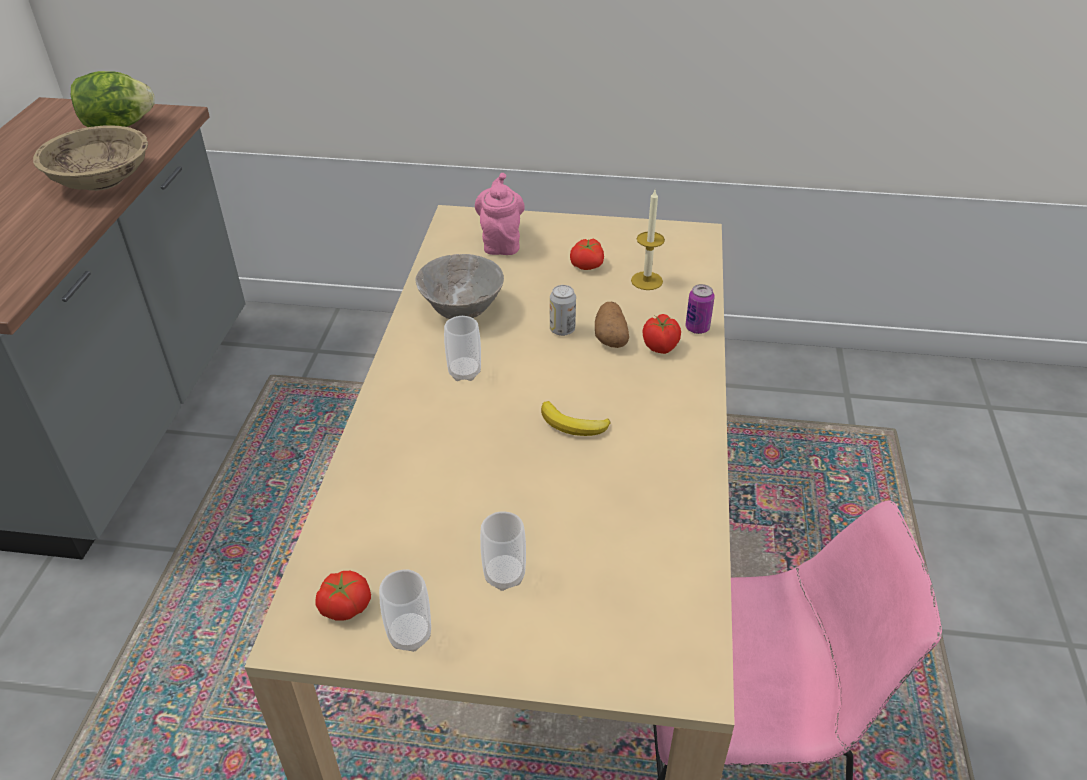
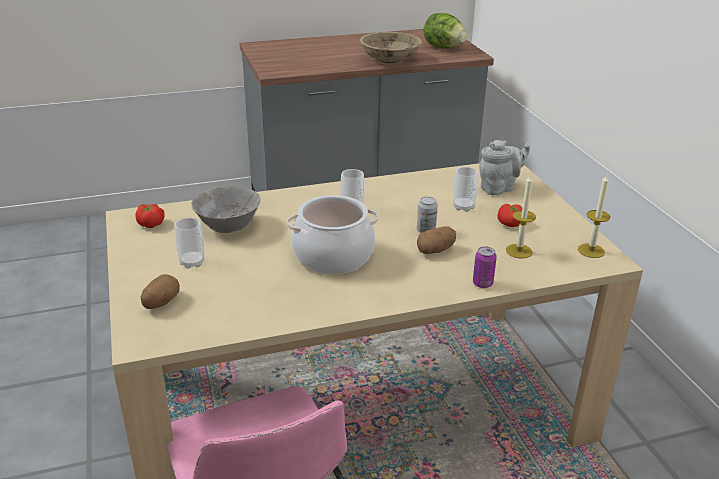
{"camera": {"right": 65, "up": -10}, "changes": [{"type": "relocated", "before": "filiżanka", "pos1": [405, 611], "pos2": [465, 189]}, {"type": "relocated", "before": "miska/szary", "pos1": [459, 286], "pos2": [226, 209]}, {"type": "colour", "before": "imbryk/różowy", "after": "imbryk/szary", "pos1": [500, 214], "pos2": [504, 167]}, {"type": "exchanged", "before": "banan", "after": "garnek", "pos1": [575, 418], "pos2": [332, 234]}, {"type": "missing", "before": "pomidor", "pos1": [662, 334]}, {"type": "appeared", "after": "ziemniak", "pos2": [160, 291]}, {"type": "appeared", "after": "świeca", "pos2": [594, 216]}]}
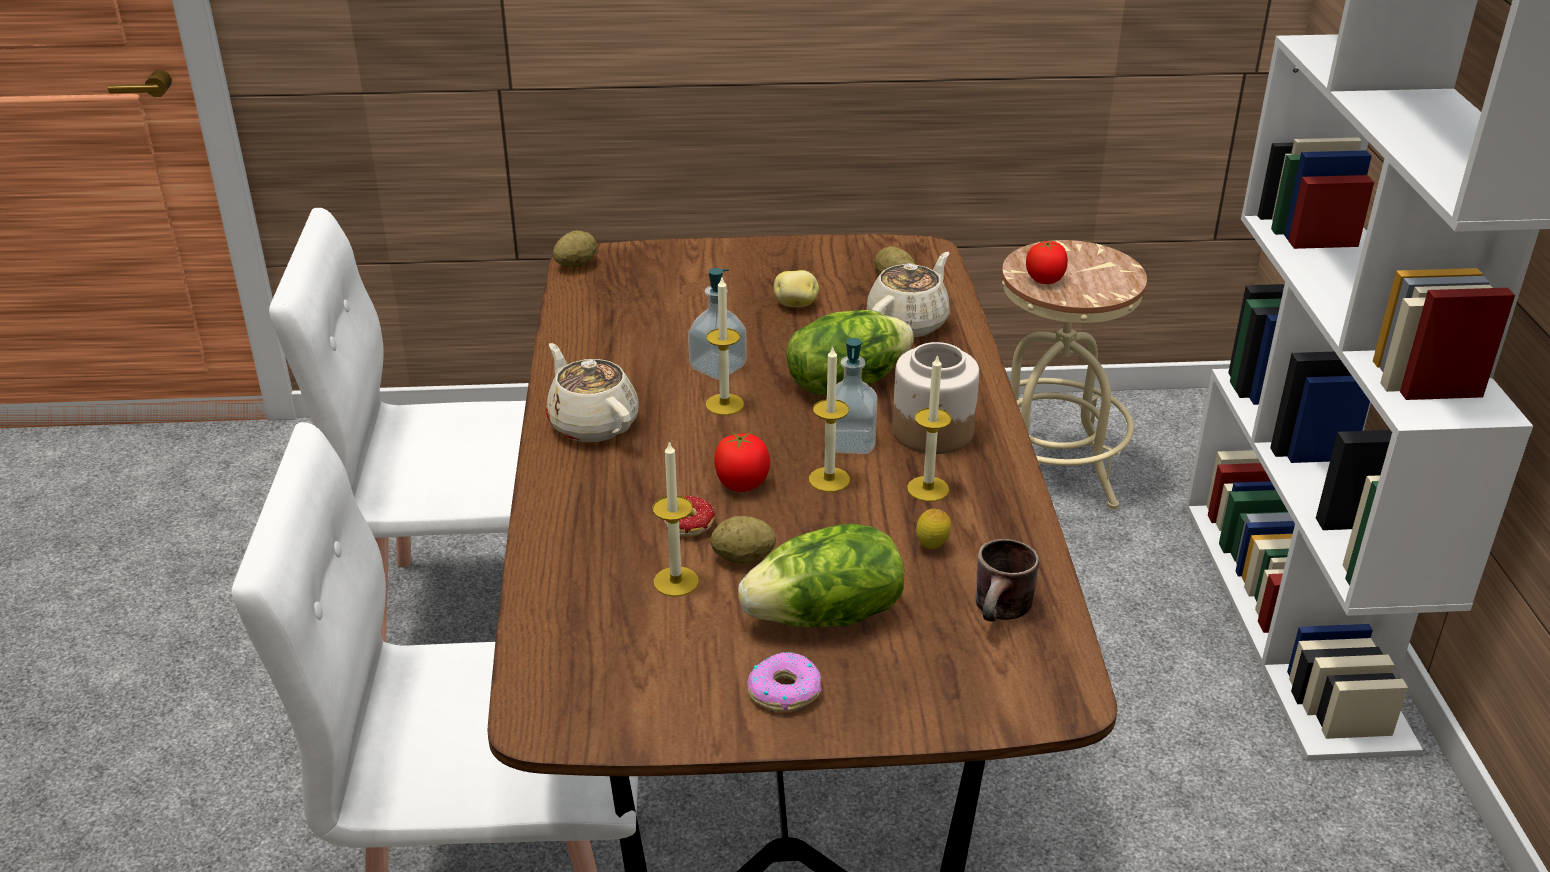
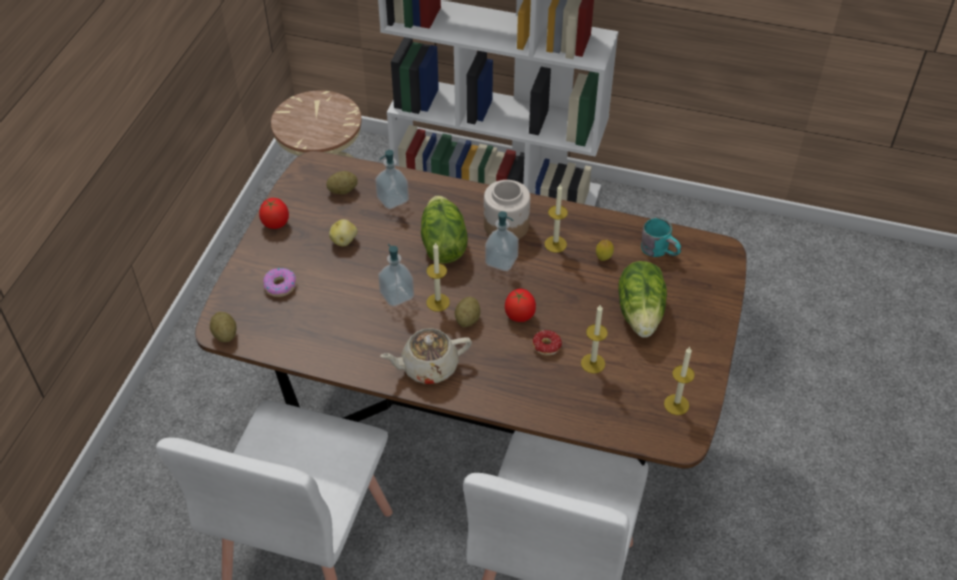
{"camera": {"right": -70, "up": 15}, "changes": [{"type": "relocated", "before": "ziemniak", "pos1": [743, 540], "pos2": [467, 312]}, {"type": "relocated", "before": "donut", "pos1": [784, 682], "pos2": [279, 282]}, {"type": "relocated", "before": "świeca", "pos1": [829, 418], "pos2": [679, 380]}, {"type": "exchanged", "before": "imbryk/beżowy", "after": "dozownik mydła", "pos1": [908, 295], "pos2": [392, 179]}, {"type": "colour", "before": "kubek/brązowy", "after": "kubek/turkusowy", "pos1": [1007, 580], "pos2": [661, 237]}, {"type": "relocated", "before": "pomidor", "pos1": [1047, 262], "pos2": [274, 213]}]}
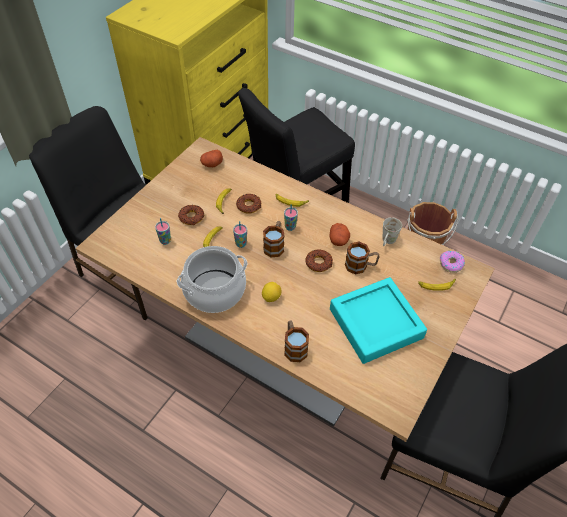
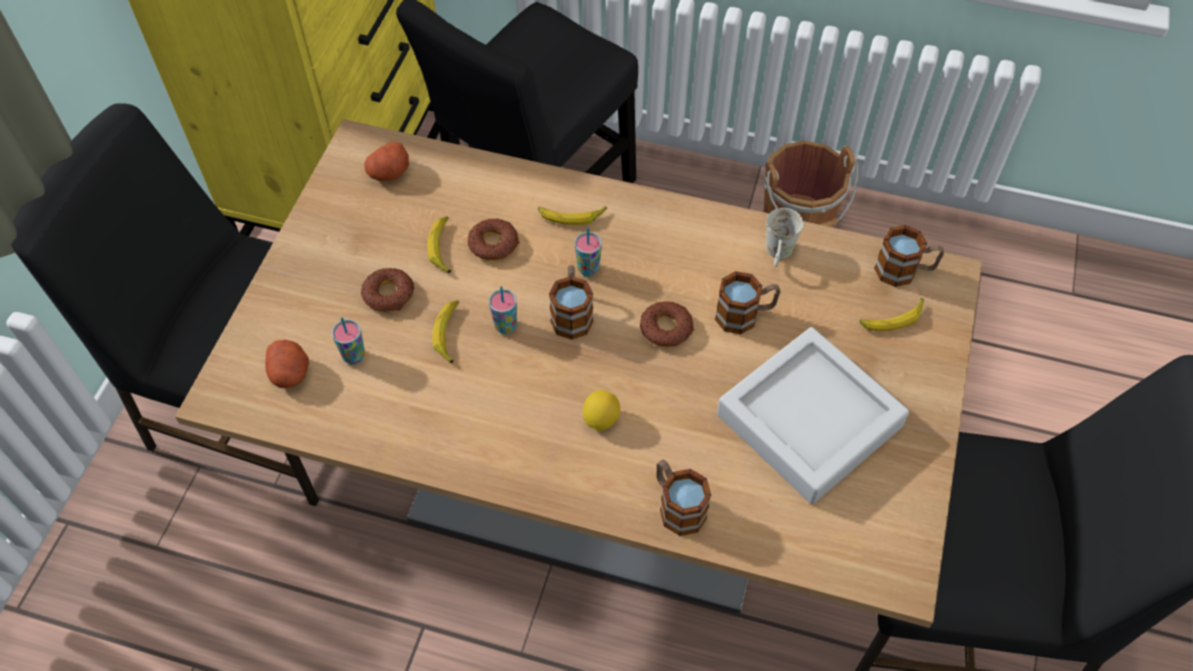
{"camera": {"right": -15, "up": 5}, "changes": [{"type": "missing", "before": "garnek", "pos1": [211, 279]}, {"type": "relocated", "before": "ziemniak", "pos1": [340, 234], "pos2": [287, 364]}, {"type": "colour", "before": "taca/turkusowy", "after": "taca/szary", "pos1": [378, 320], "pos2": [813, 415]}, {"type": "exchanged", "before": "donut", "after": "kubek", "pos1": [452, 262], "pos2": [909, 256]}]}
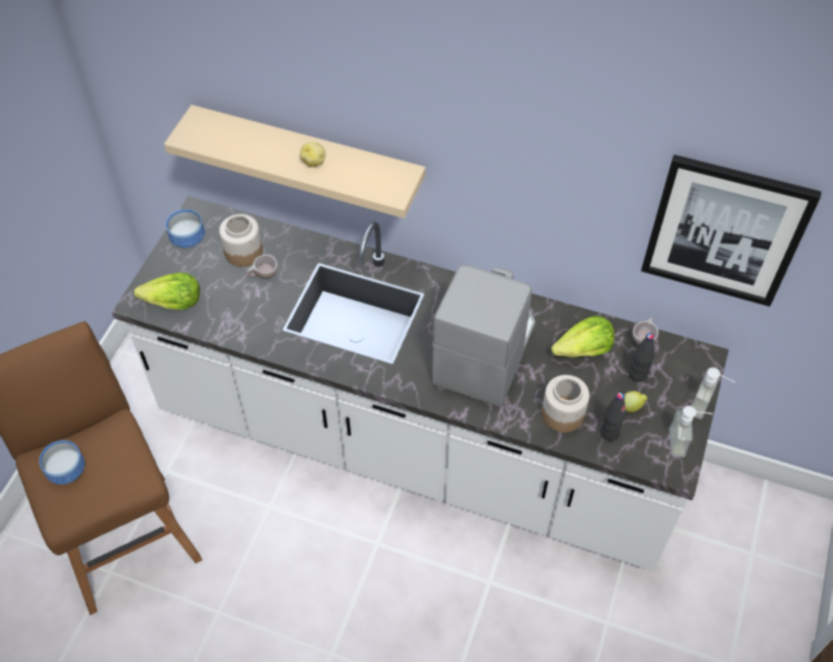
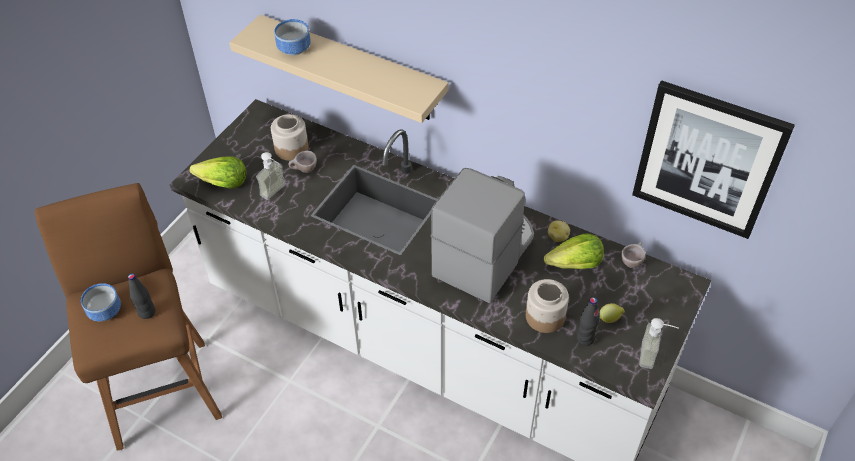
{"camera": {"right": 10, "up": -5}, "changes": [{"type": "relocated", "before": "miska", "pos1": [185, 228], "pos2": [292, 37]}, {"type": "relocated", "before": "ziemniak", "pos1": [313, 154], "pos2": [559, 231]}, {"type": "relocated", "before": "butelka/czarny", "pos1": [642, 357], "pos2": [141, 296]}, {"type": "relocated", "before": "dozownik mydła", "pos1": [713, 393], "pos2": [271, 176]}]}
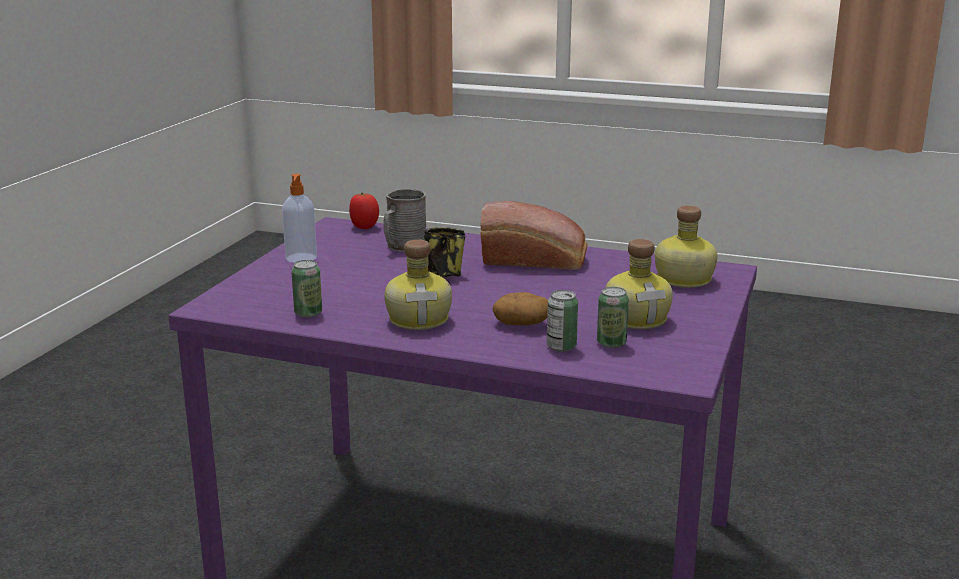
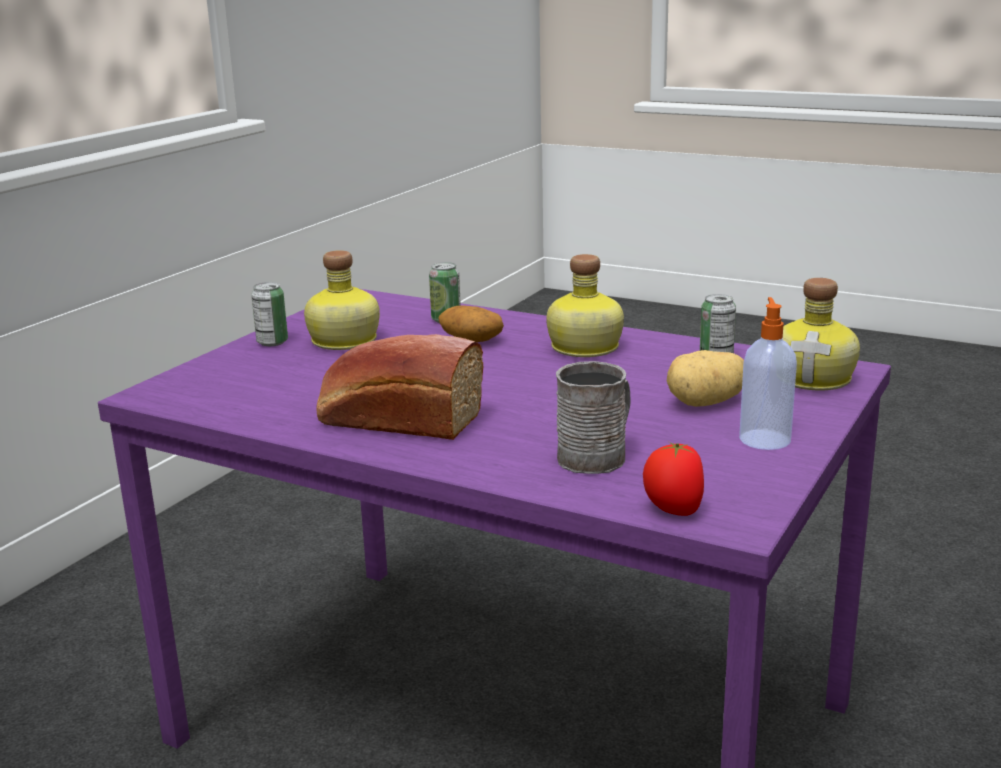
{"camera": {"right": -170, "up": 0}, "changes": [{"type": "missing", "before": "kubek", "pos1": [444, 252]}, {"type": "relocated", "before": "puszka", "pos1": [613, 317], "pos2": [269, 314]}, {"type": "relocated", "before": "butelka", "pos1": [686, 247], "pos2": [821, 334]}, {"type": "appeared", "after": "ziemniak", "pos2": [705, 378]}]}
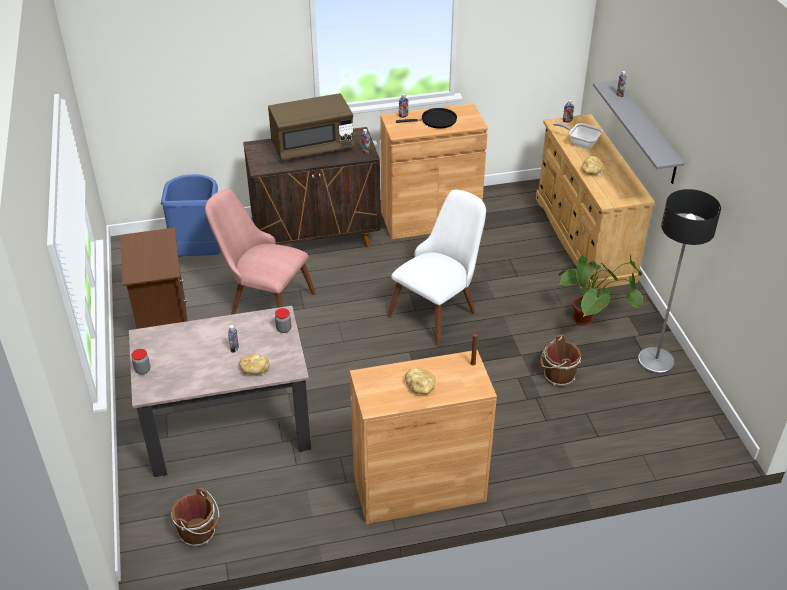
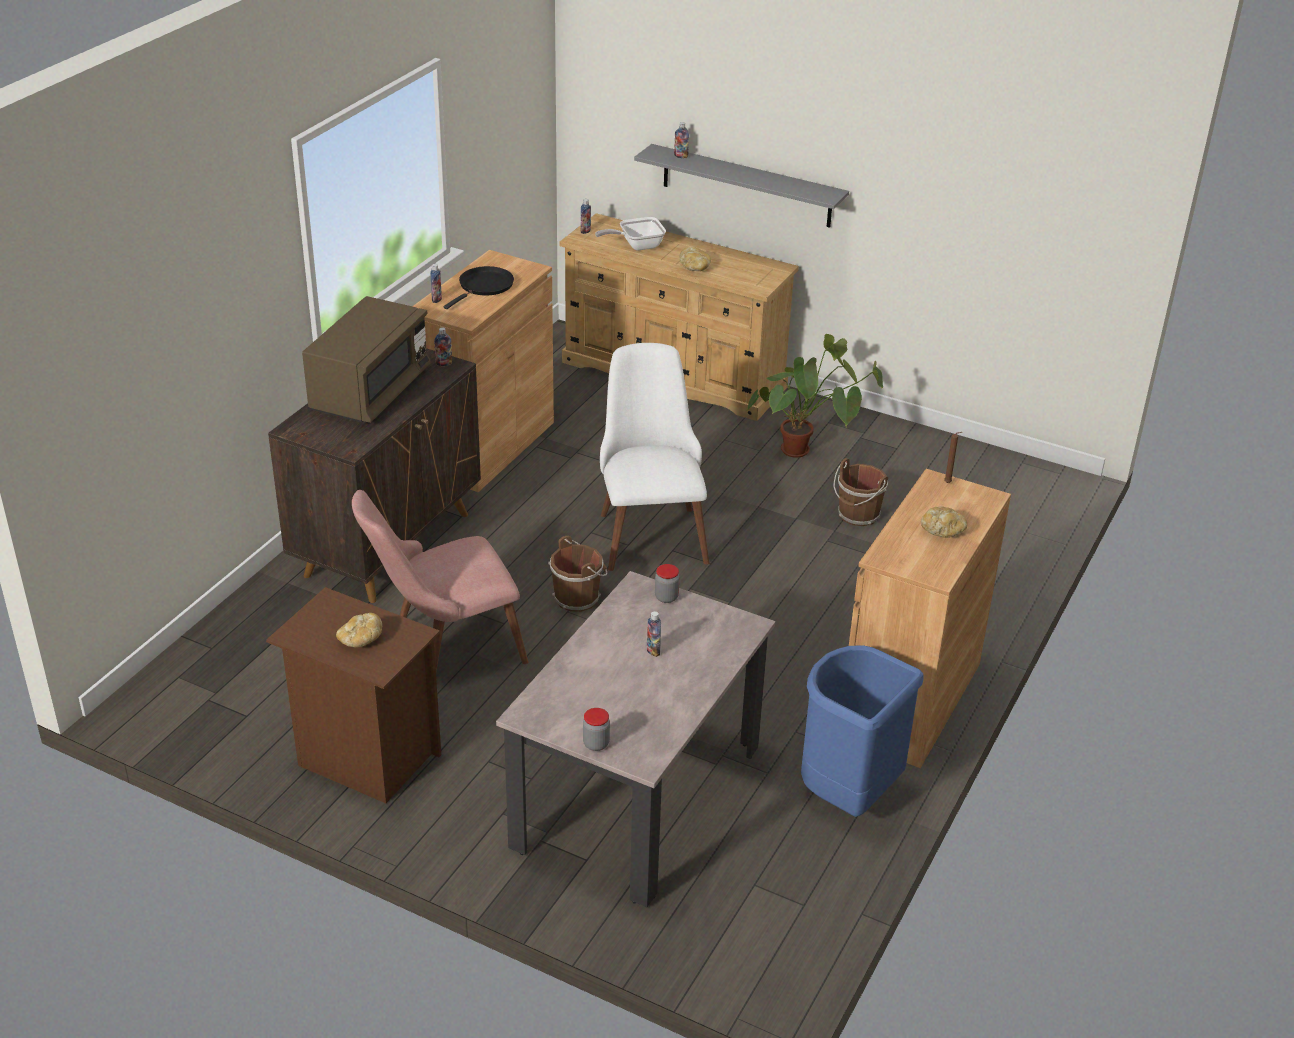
{"camera": {"right": -50, "up": -5}, "changes": [{"type": "relocated", "before": "kosz na śmieci/niebieski", "pos1": [191, 215], "pos2": [862, 731]}, {"type": "relocated", "before": "wiadro/brązowy", "pos1": [195, 517], "pos2": [578, 574]}, {"type": "relocated", "before": "chleb", "pos1": [254, 364], "pos2": [359, 630]}, {"type": "missing", "before": "lampa stojąca", "pos1": [679, 281]}]}
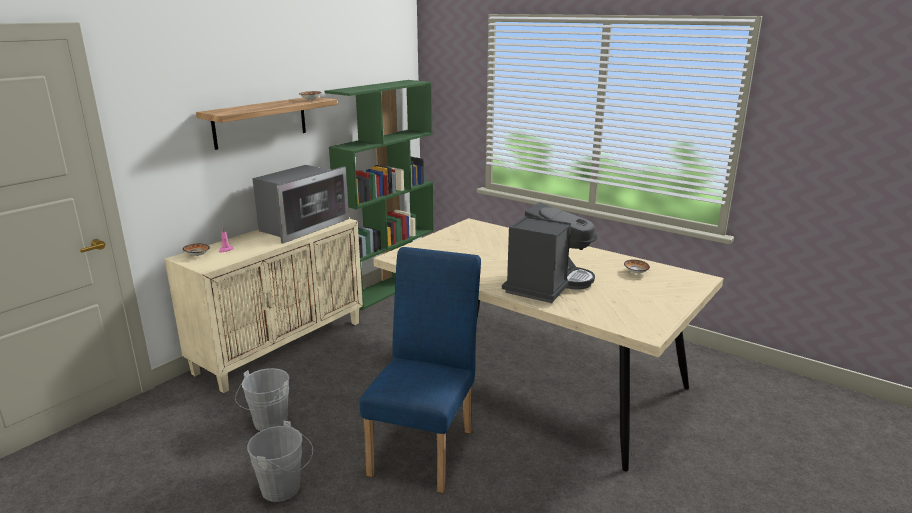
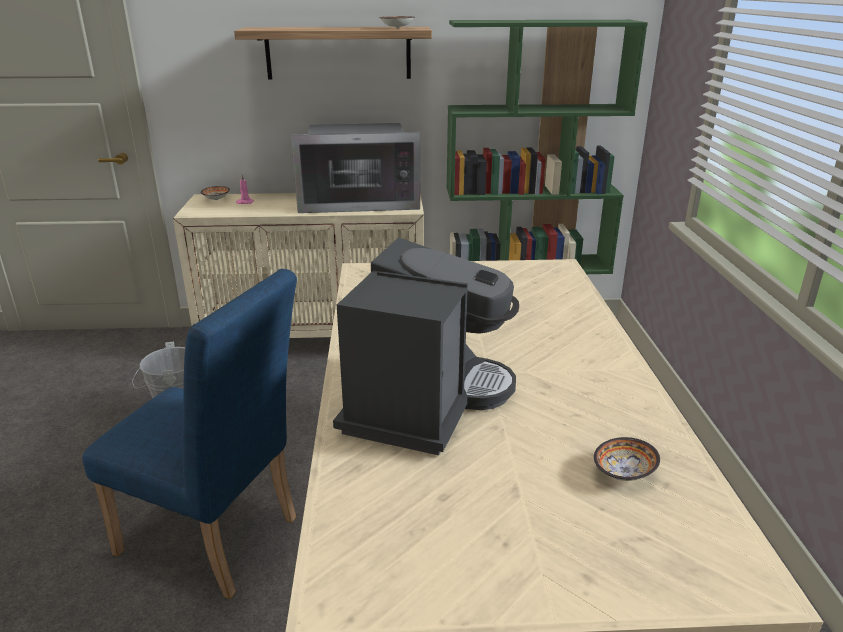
{"camera": {"right": 50, "up": 5}, "changes": [{"type": "missing", "before": "wiadro/szary", "pos1": [280, 461]}, {"type": "spun", "before": "krzesło/niebieski", "pos1": [420, 370], "pos2": [189, 434], "turn": 45}, {"type": "spun", "before": "ekspres do kawy", "pos1": [549, 252], "pos2": [426, 346], "turn": -60}]}
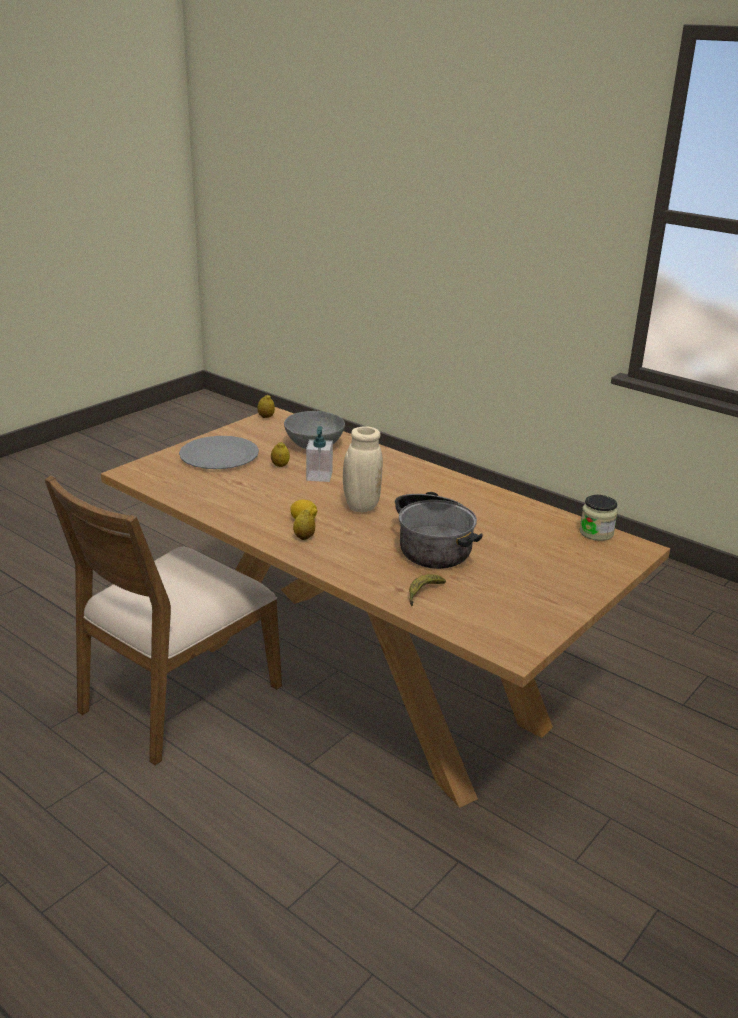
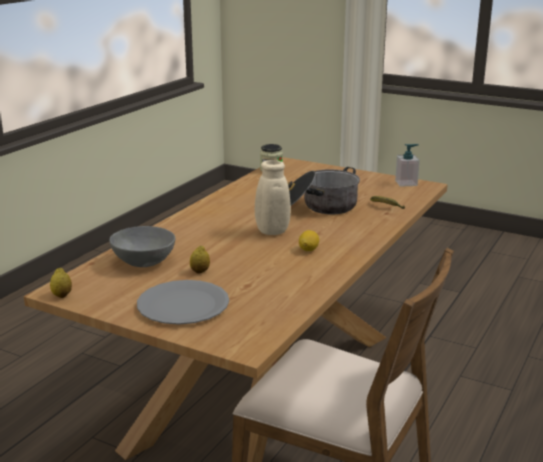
{"camera": {"right": -100, "up": -5}, "changes": [{"type": "missing", "before": "cytryna", "pos1": [304, 525]}, {"type": "relocated", "before": "dozownik mydła", "pos1": [319, 454], "pos2": [407, 165]}]}
